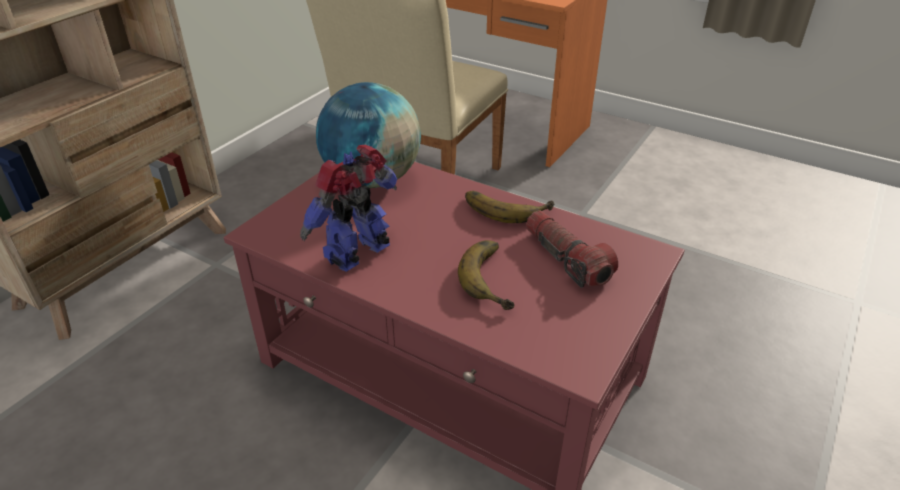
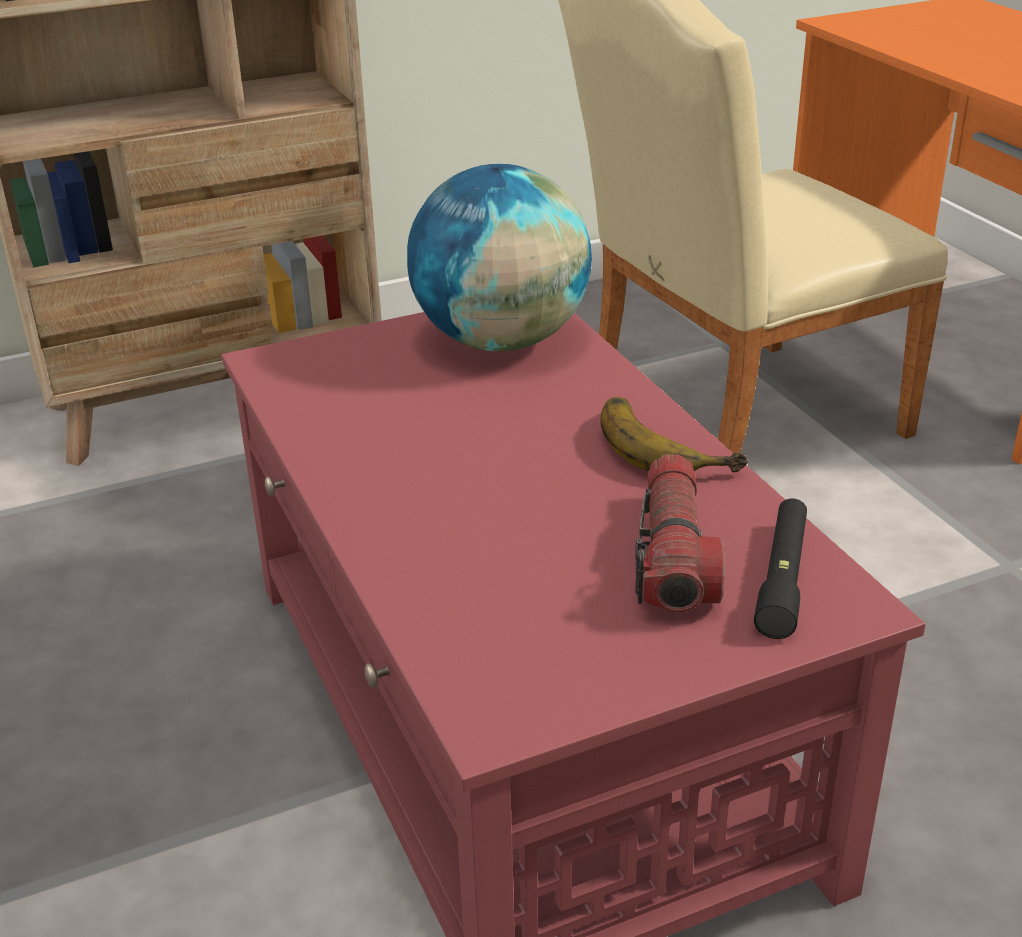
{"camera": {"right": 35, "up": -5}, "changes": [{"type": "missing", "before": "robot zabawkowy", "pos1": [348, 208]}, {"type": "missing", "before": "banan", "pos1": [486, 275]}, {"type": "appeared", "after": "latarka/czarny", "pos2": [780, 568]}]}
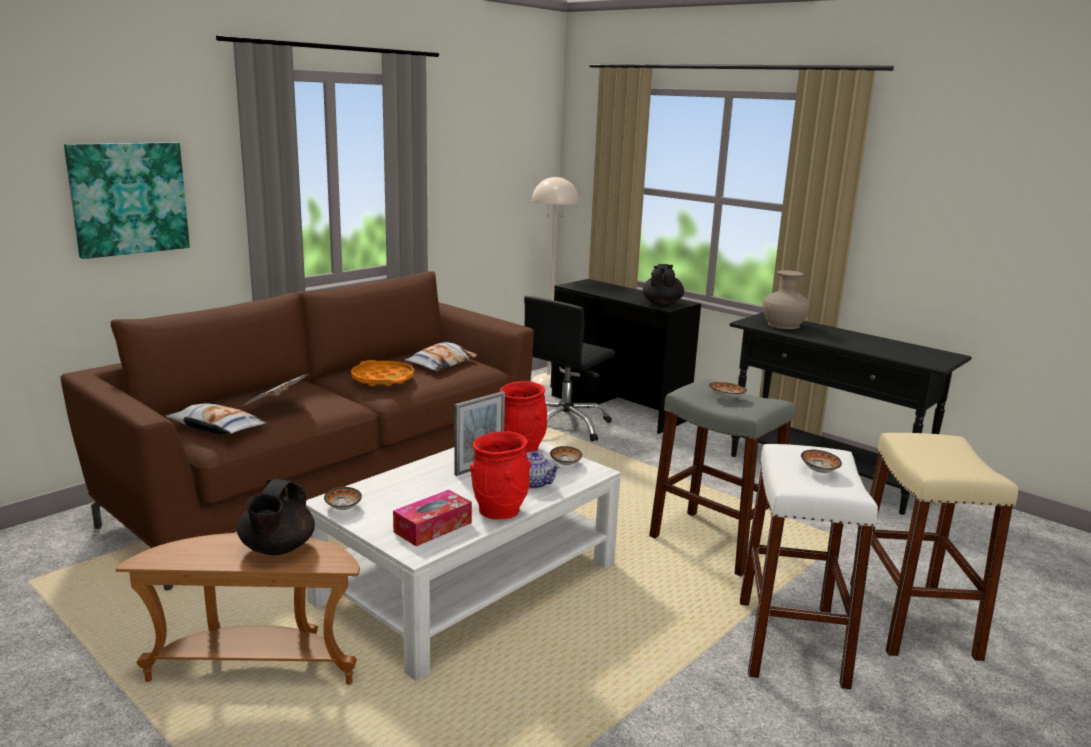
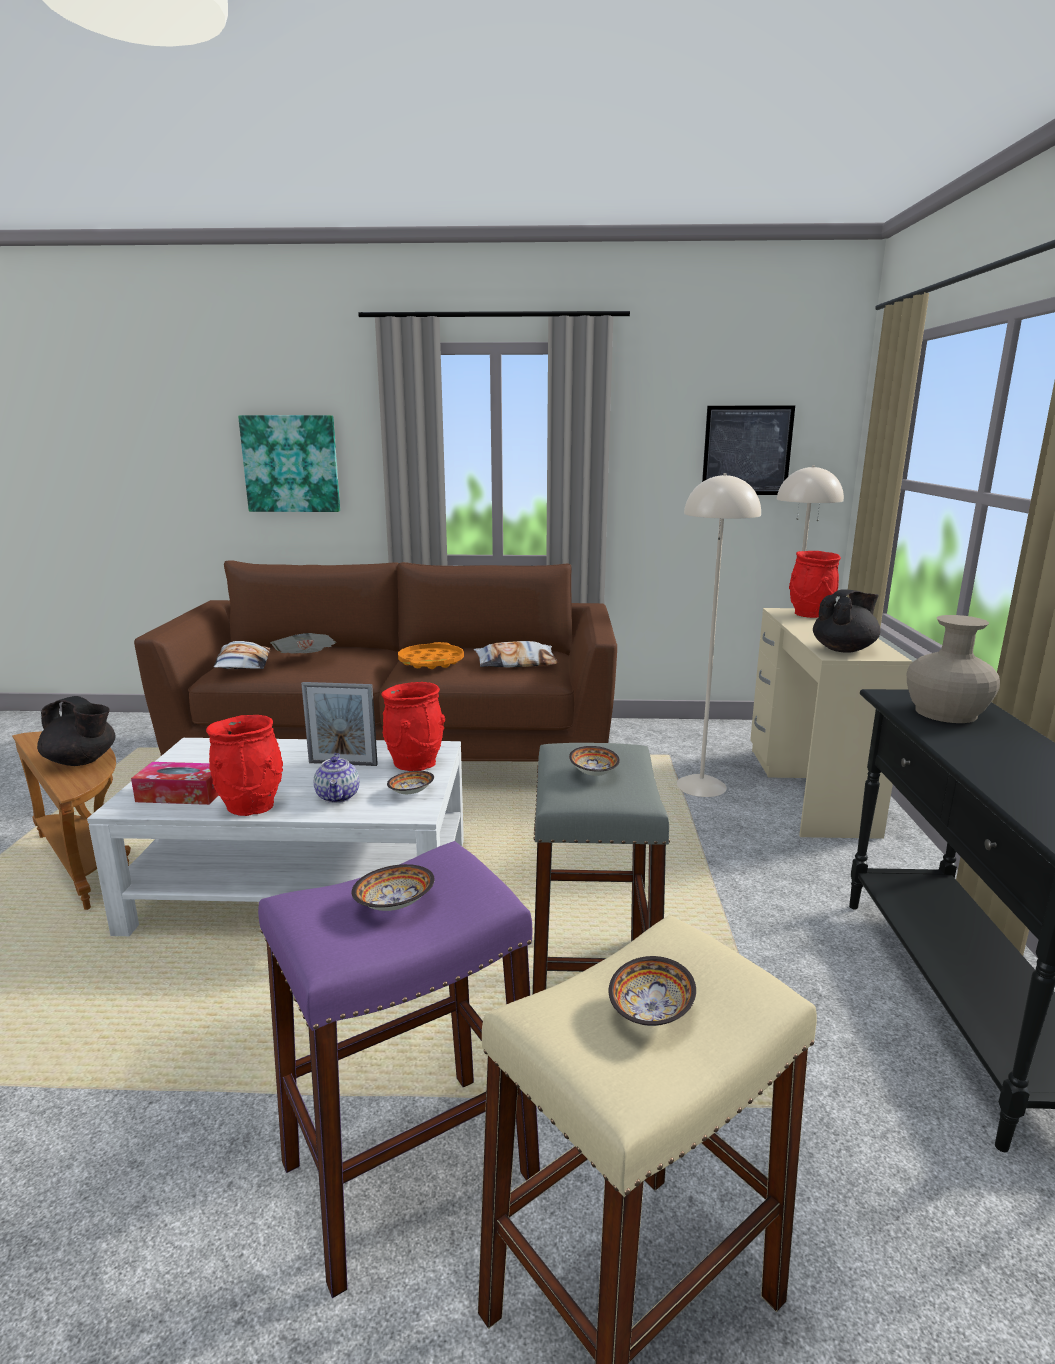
{"camera": {"right": 50, "up": 0}, "changes": [{"type": "spun", "before": "imbryk/czarny", "pos1": [276, 517], "pos2": [76, 731], "turn": -120}, {"type": "relocated", "before": "miska", "pos1": [343, 498], "pos2": [652, 991]}, {"type": "exchanged", "before": "krzesło biurowe/czarny", "after": "lampa stojąca/beżowy", "pos1": [569, 369], "pos2": [719, 635]}, {"type": "colour", "before": "biurko/czarny", "after": "biurko/beżowy", "pos1": [626, 356], "pos2": [831, 723]}, {"type": "colour", "before": "stołek/biały", "after": "stołek/fioletowy", "pos1": [809, 567], "pos2": [399, 1069]}, {"type": "appeared", "after": "obraz", "pos2": [748, 450]}, {"type": "appeared", "after": "wazon/czerwony", "pos2": [815, 584]}]}
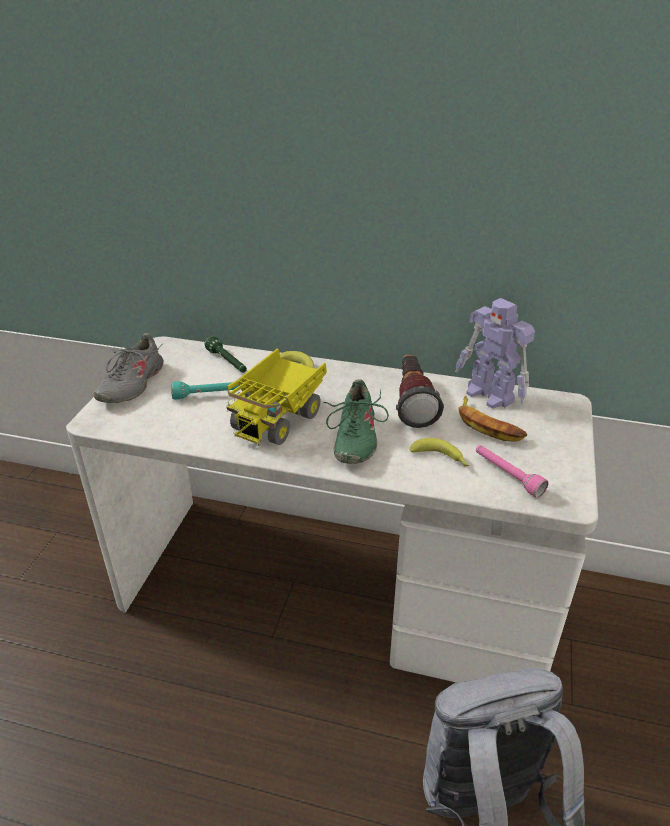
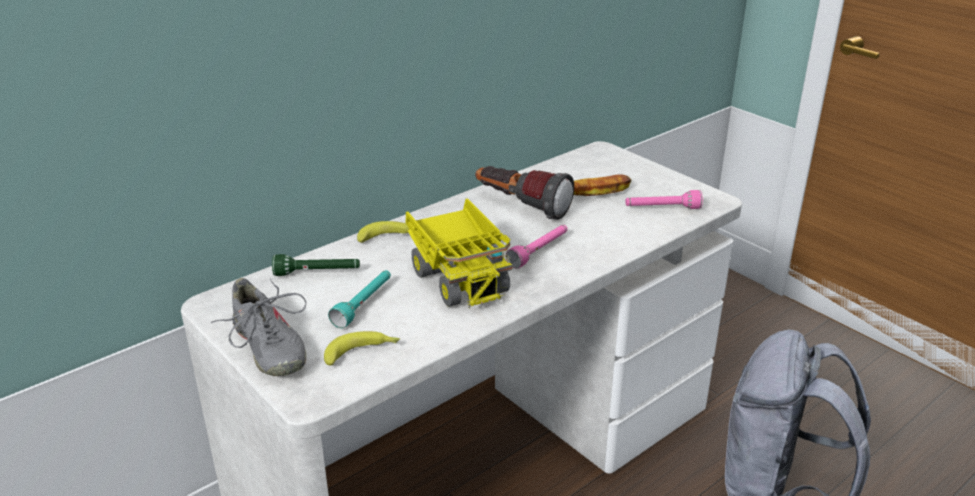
{"camera": {"right": -55, "up": -5}, "changes": [{"type": "exchanged", "before": "but/zielony", "after": "latarka/różowy", "pos1": [356, 421], "pos2": [536, 246]}, {"type": "relocated", "before": "banan", "pos1": [439, 452], "pos2": [362, 348]}, {"type": "missing", "before": "robot zabawkowy", "pos1": [495, 353]}]}
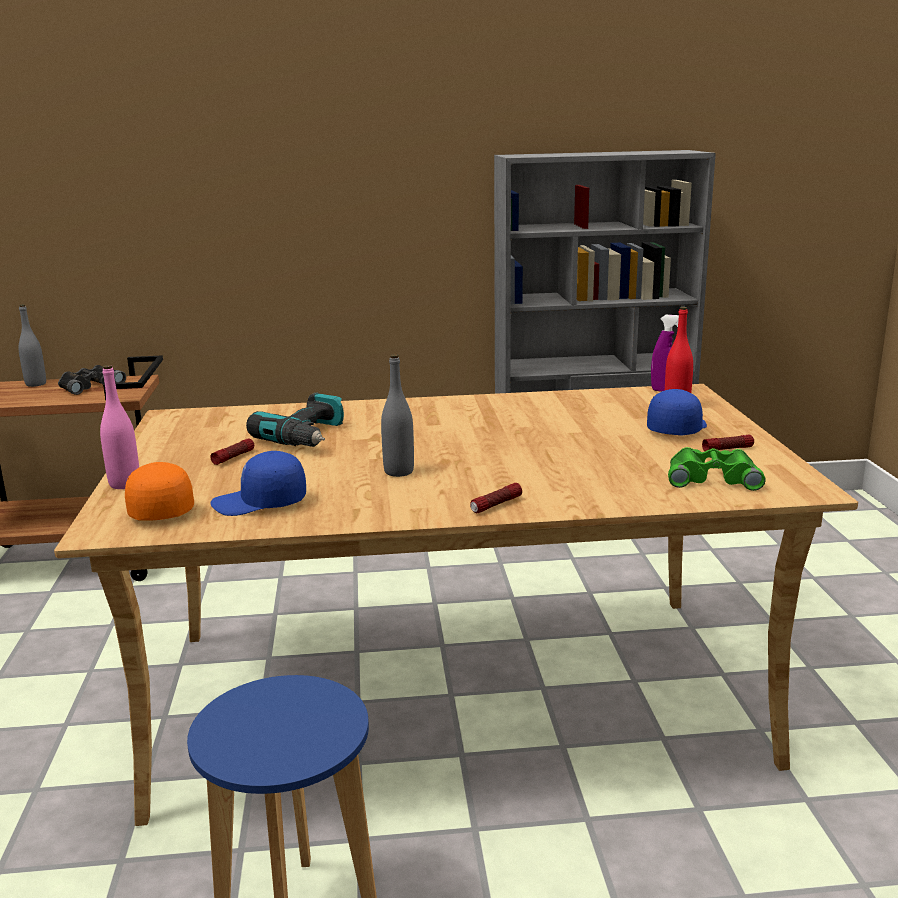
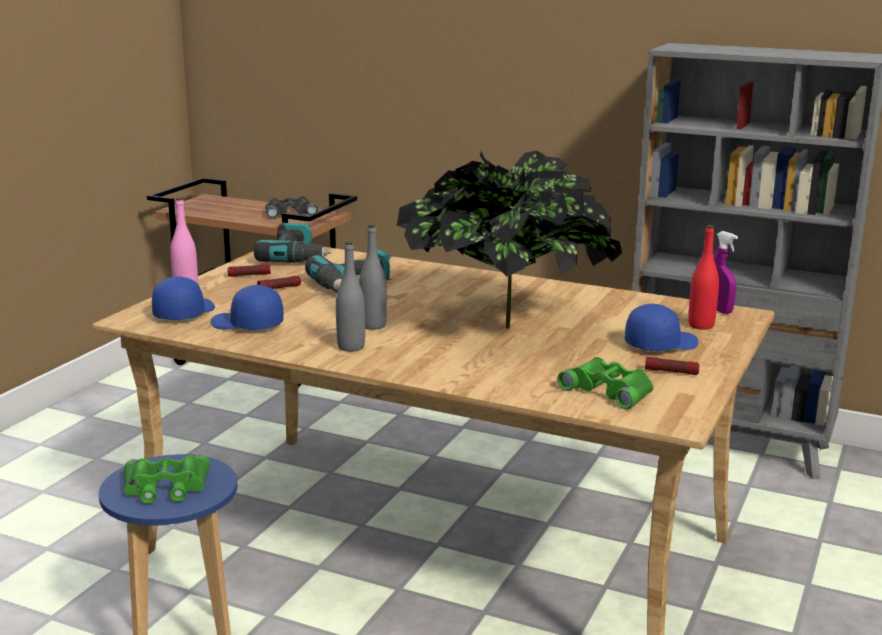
{"camera": {"right": 30, "up": 0}, "changes": [{"type": "relocated", "before": "butelka/szary", "pos1": [32, 345], "pos2": [350, 296]}, {"type": "colour", "before": "czapka z daszkiem/pomarańczowy", "after": "czapka z daszkiem/niebieski", "pos1": [159, 491], "pos2": [183, 298]}, {"type": "relocated", "before": "latarka", "pos1": [496, 498], "pos2": [249, 270]}, {"type": "appeared", "after": "lornetka/zielony", "pos2": [167, 479]}, {"type": "appeared", "after": "wiertarka", "pos2": [292, 242]}, {"type": "appeared", "after": "roślina doniczkowa", "pos2": [509, 239]}]}
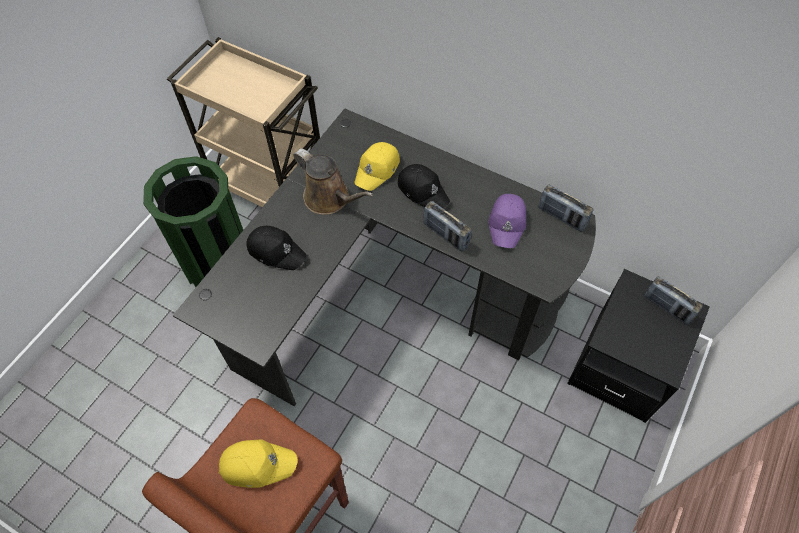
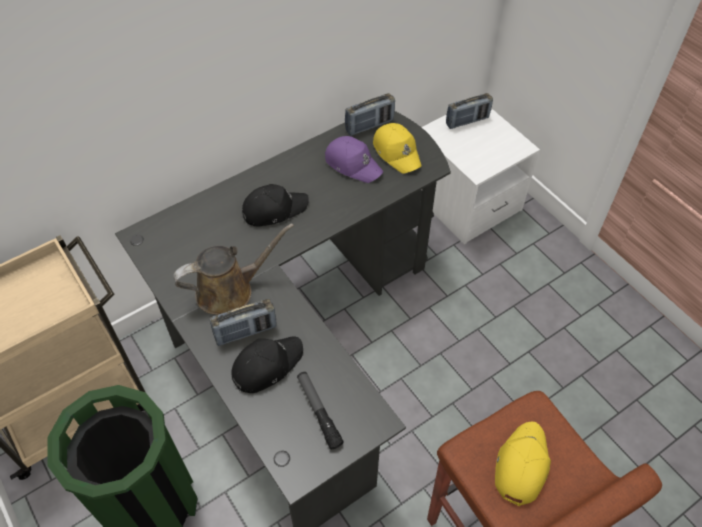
{"camera": {"right": -65, "up": -5}, "changes": [{"type": "relocated", "before": "czapka z daszkiem/żółty", "pos1": [377, 166], "pos2": [397, 148]}, {"type": "relocated", "before": "radio", "pos1": [447, 226], "pos2": [243, 322]}, {"type": "colour", "before": "szafka nocna/czarny", "after": "szafka nocna/biały", "pos1": [638, 346], "pos2": [480, 176]}, {"type": "appeared", "after": "latarka", "pos2": [320, 410]}]}
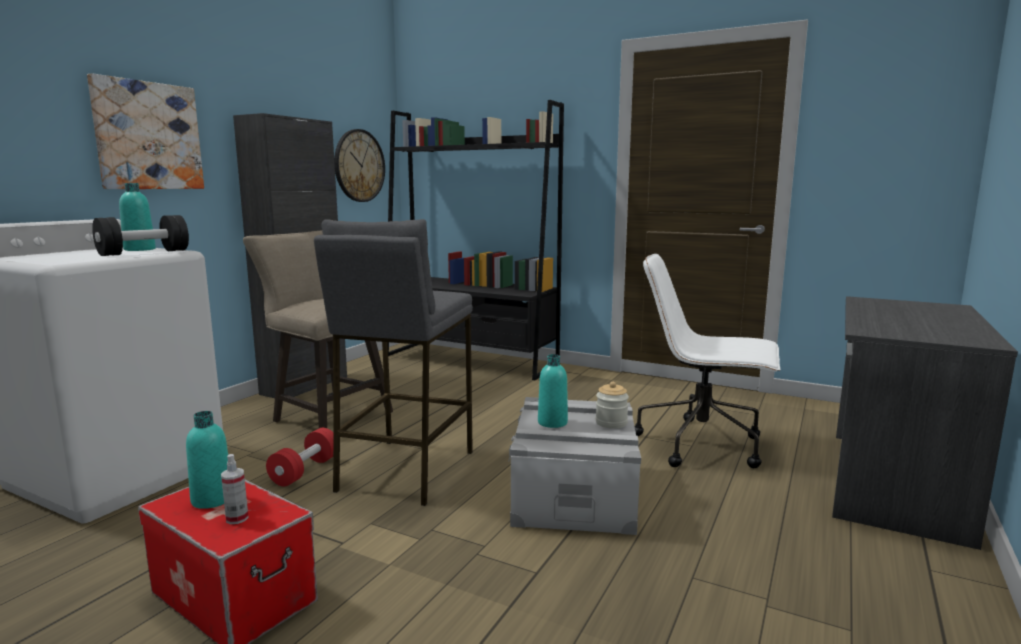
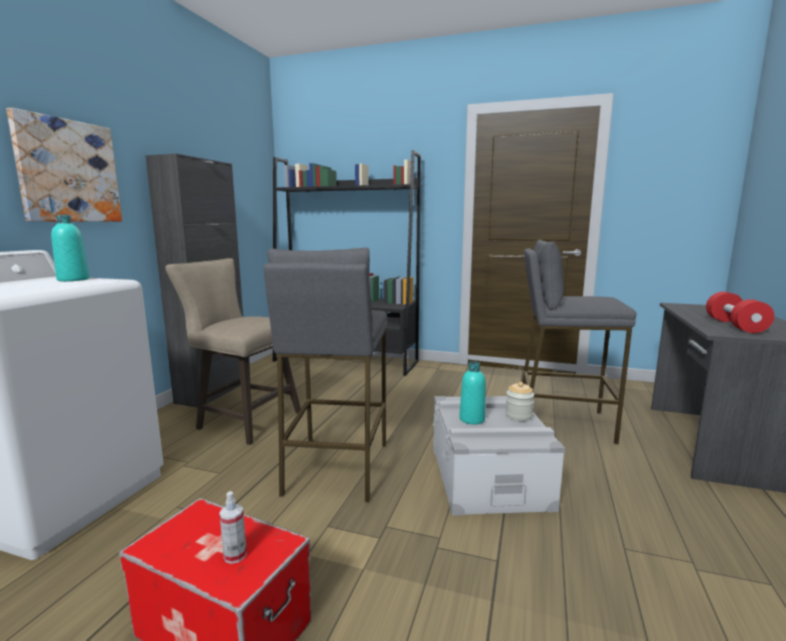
{"camera": {"right": -10, "up": 0}, "changes": [{"type": "missing", "before": "hantel/czarny", "pos1": [140, 235]}, {"type": "missing", "before": "butelka/turkusowy", "pos1": [207, 460]}, {"type": "relocated", "before": "hantel/czerwony", "pos1": [300, 457], "pos2": [740, 312]}, {"type": "missing", "before": "zegar ścienny", "pos1": [359, 165]}, {"type": "exchanged", "before": "krzesło biurowe/biały", "after": "stołek/szary", "pos1": [707, 361], "pos2": [579, 342]}]}
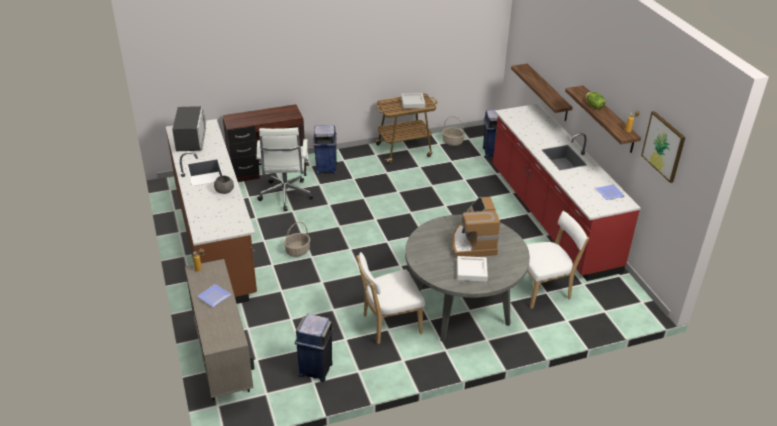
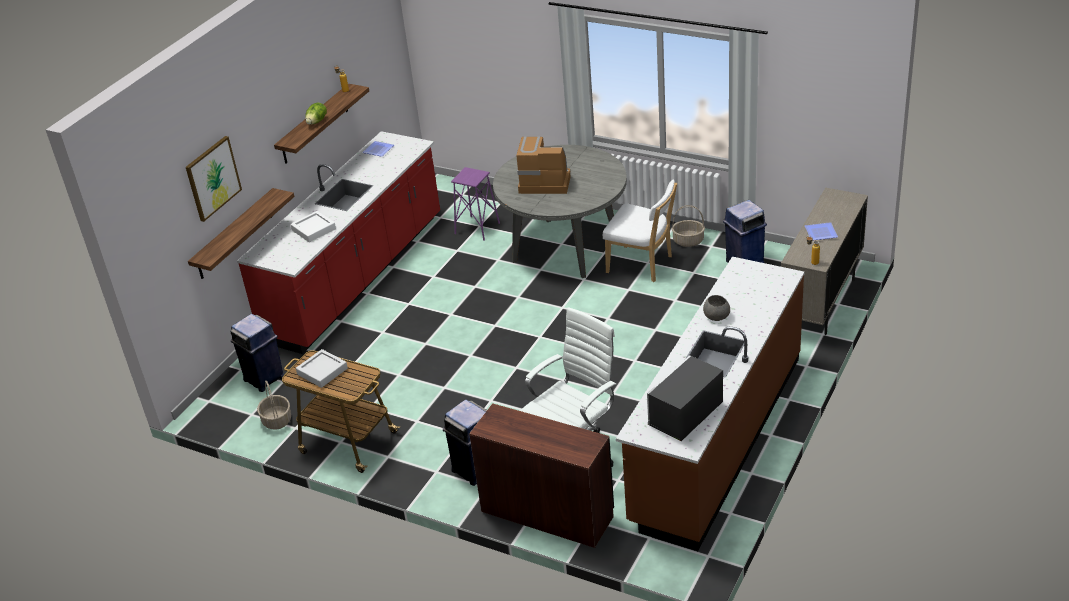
{"camera": {"right": -130, "up": 0}, "changes": [{"type": "relocated", "before": "koszyk", "pos1": [297, 239], "pos2": [688, 226]}, {"type": "spun", "before": "ekspres do kawy", "pos1": [476, 227], "pos2": [543, 165], "turn": -120}, {"type": "relocated", "before": "taca/biały", "pos1": [472, 269], "pos2": [313, 226]}, {"type": "exchanged", "before": "krzesło/biały", "after": "stołek/fioletowy", "pos1": [557, 260], "pos2": [475, 204]}, {"type": "relocated", "before": "obraz", "pos1": [663, 147], "pos2": [214, 179]}]}
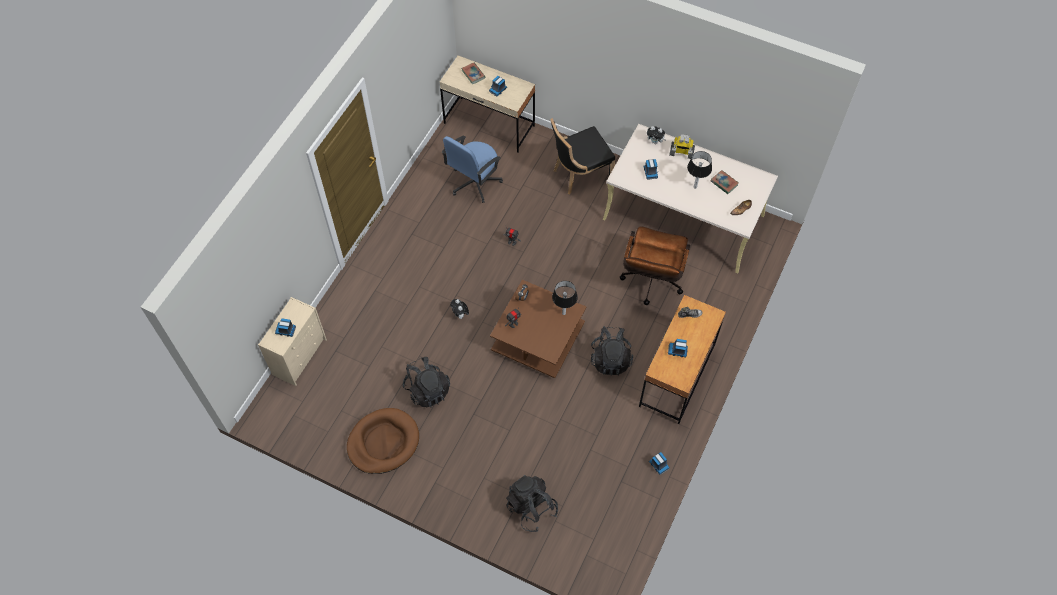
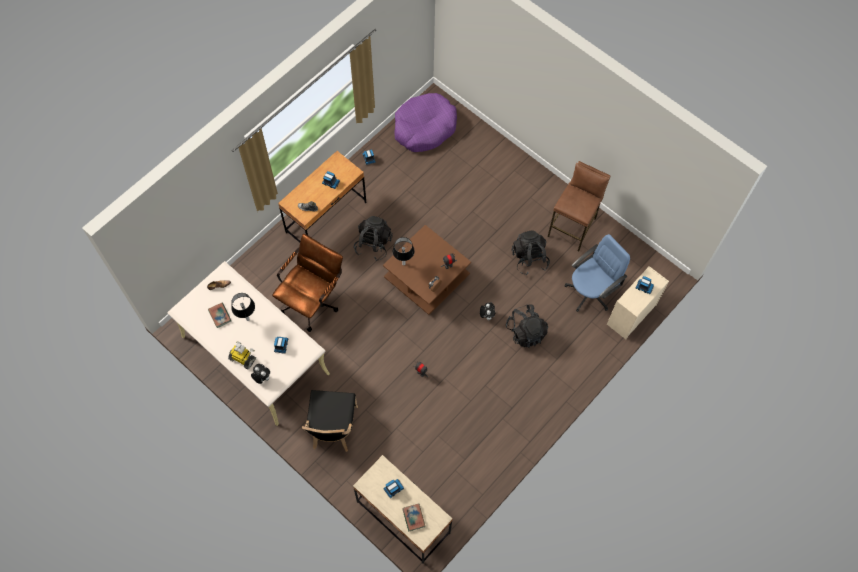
{"camera": {"right": -165, "up": 5}, "changes": [{"type": "exchanged", "before": "legowisko/brązowy", "after": "stołek/brązowy", "pos1": [383, 441], "pos2": [579, 206]}, {"type": "relocated", "before": "krzesło biurowe/niebieski", "pos1": [472, 169], "pos2": [597, 273]}, {"type": "relocated", "before": "plecak/czarny", "pos1": [532, 503], "pos2": [527, 326]}, {"type": "spun", "before": "krzesło/czarny", "pos1": [582, 156], "pos2": [330, 421], "turn": 105}, {"type": "appeared", "after": "legowisko/fioletowy", "pos2": [425, 122]}]}
